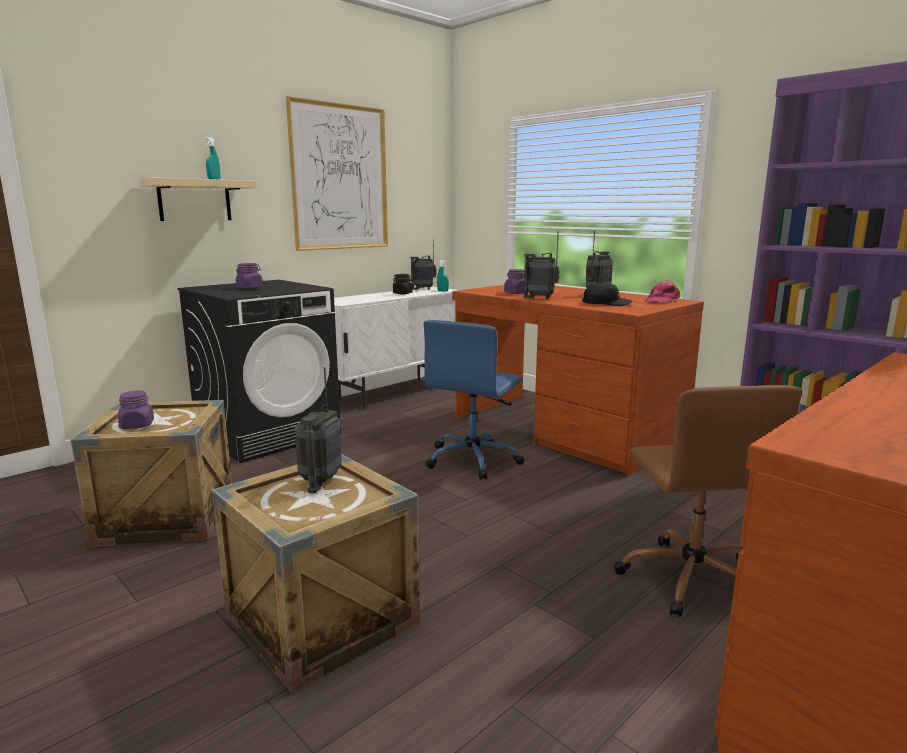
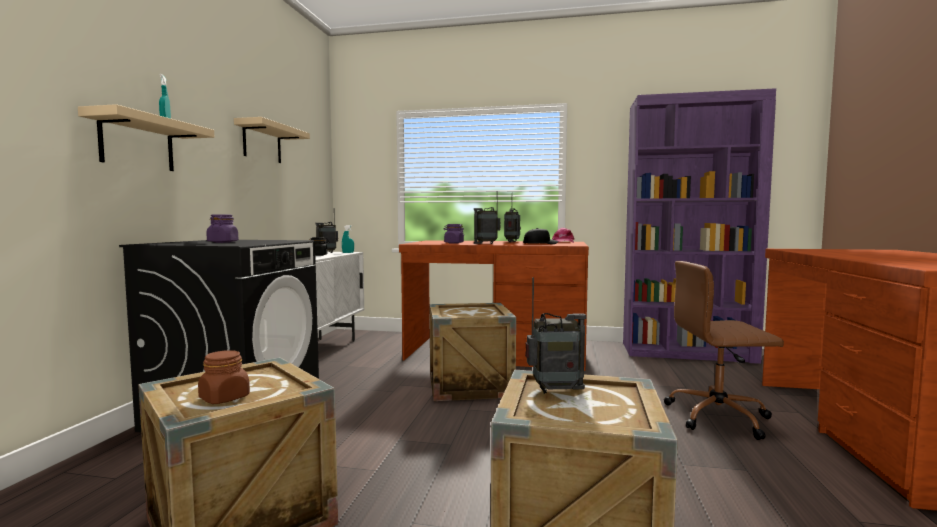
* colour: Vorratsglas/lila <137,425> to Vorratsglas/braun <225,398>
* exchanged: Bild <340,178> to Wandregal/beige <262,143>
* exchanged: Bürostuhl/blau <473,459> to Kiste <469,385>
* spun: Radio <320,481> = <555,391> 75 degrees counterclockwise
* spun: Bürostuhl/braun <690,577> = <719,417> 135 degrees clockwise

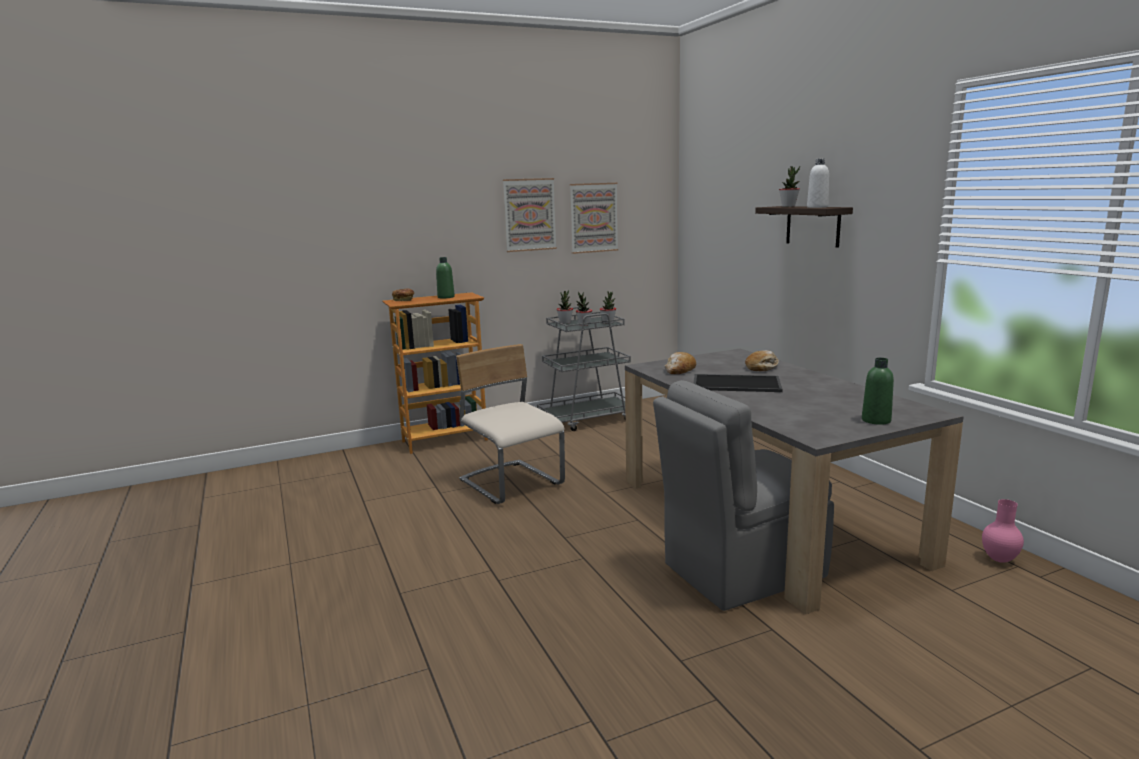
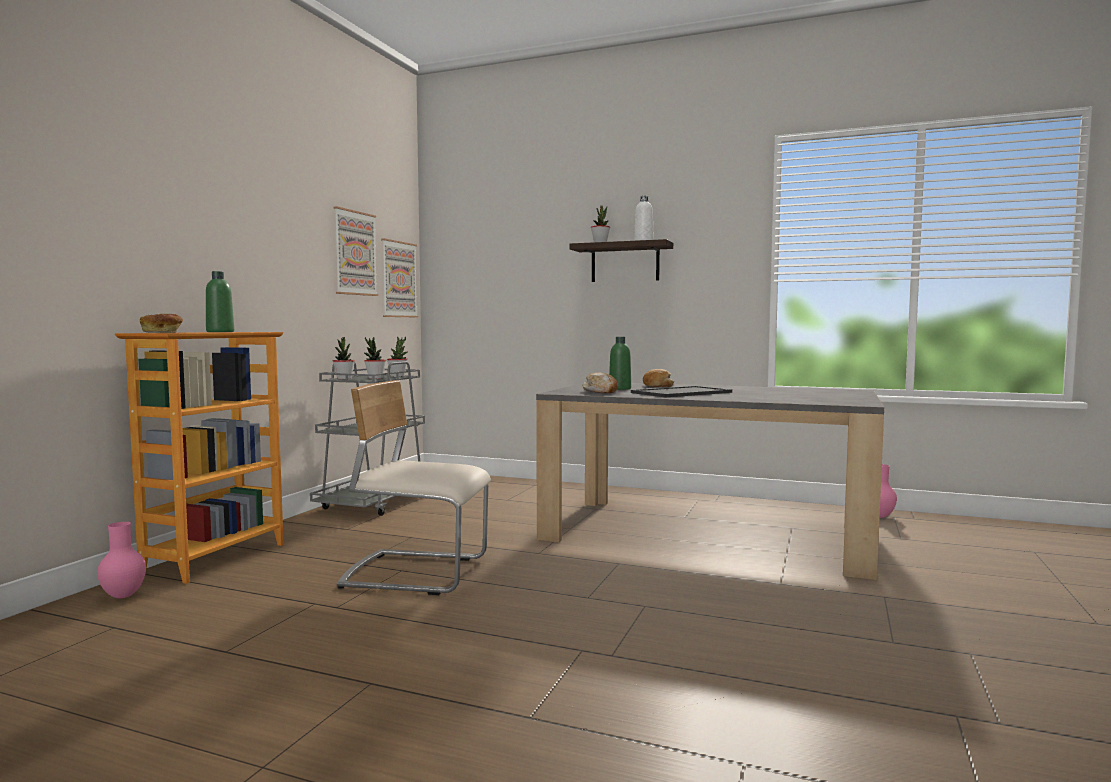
* appeared: Vase/rosa <122,596>
* relocated: Bild <529,215> to <398,279>
* relocated: Flasche/grün <876,420> to <620,388>
* missing: Stuhl/grau <740,571>

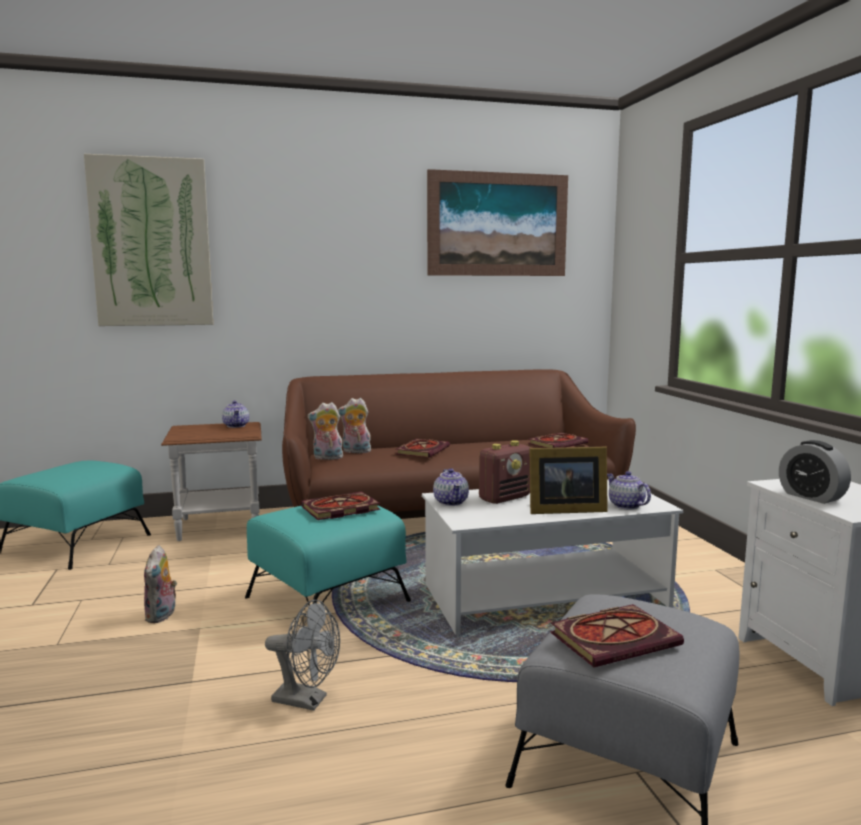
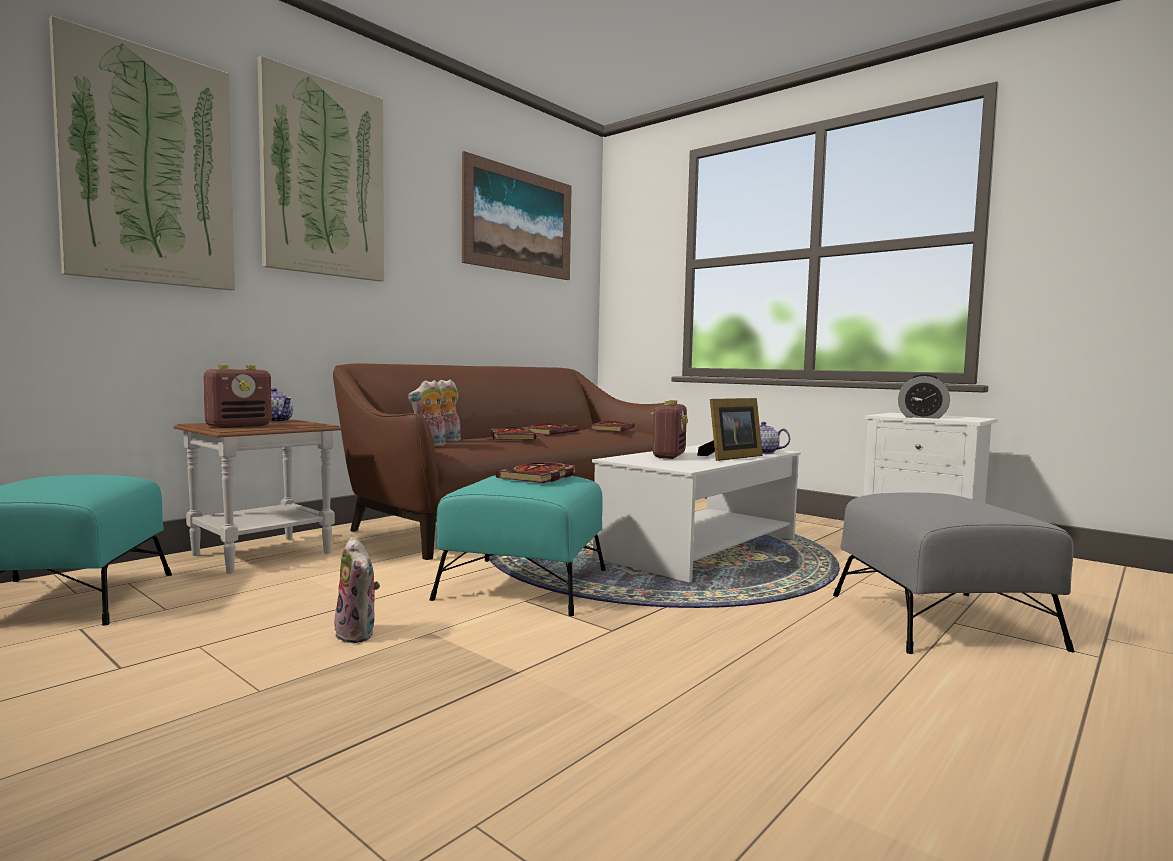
* appeared: Radio <239,426>
* appeared: Bild <323,178>
* relocated: Buch <615,638> to <550,432>
* missing: Ventilator/grau <307,700>
* missing: Teekanne <451,502>

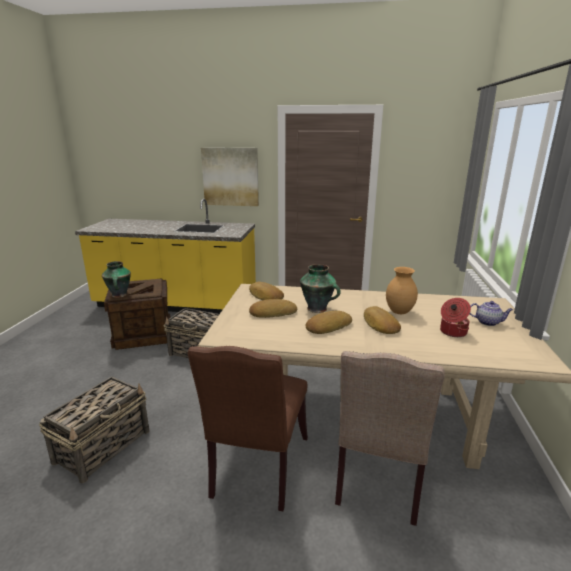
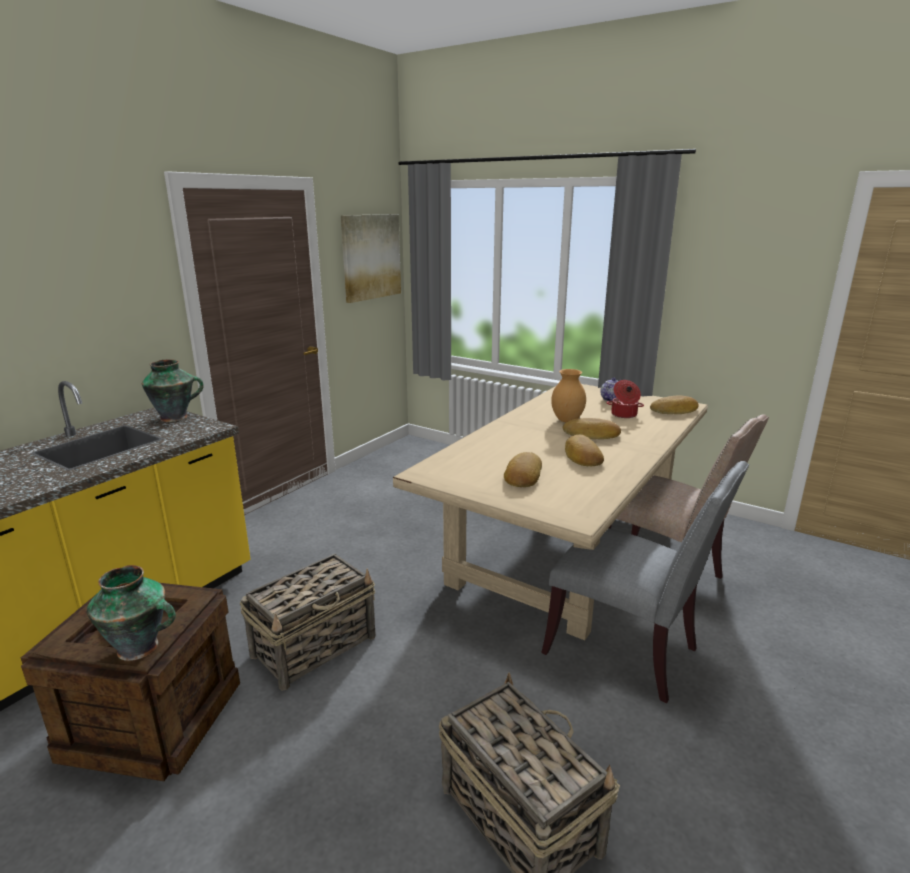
* relocated: Vase <318,309> to <175,417>
* relocated: Bild <230,177> to <371,257>
* colour: Stuhl/braun <257,469> to Stuhl/grau <628,651>
* relocated: Brot <265,296> to <674,410>

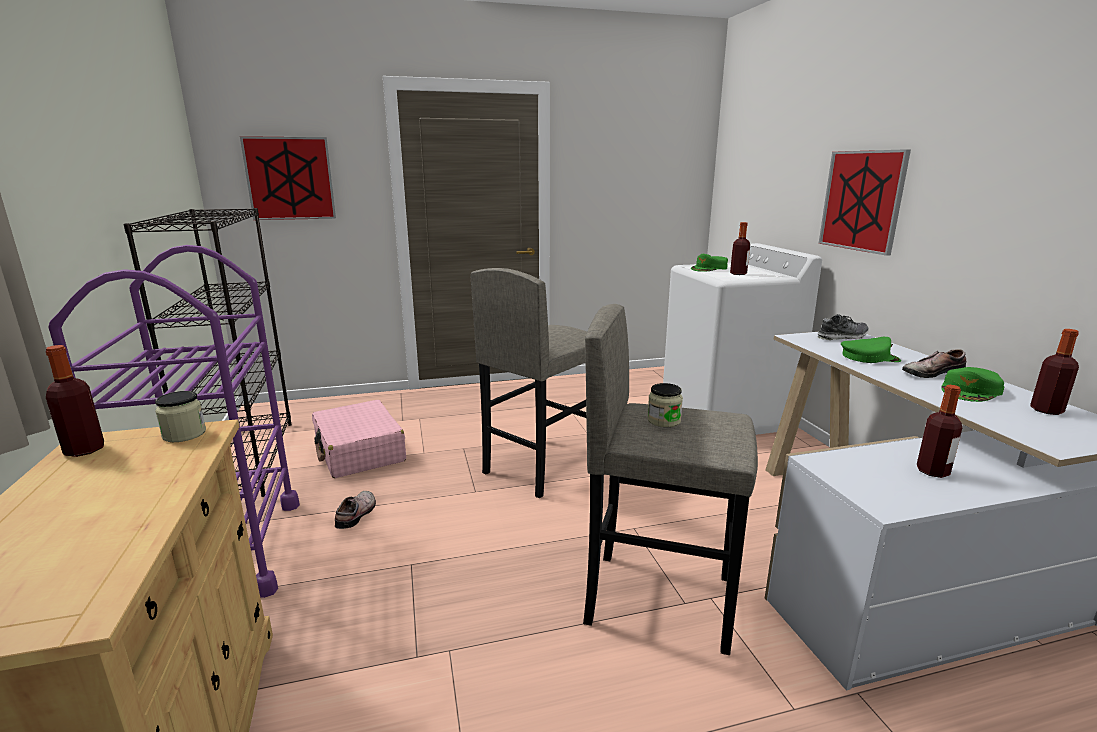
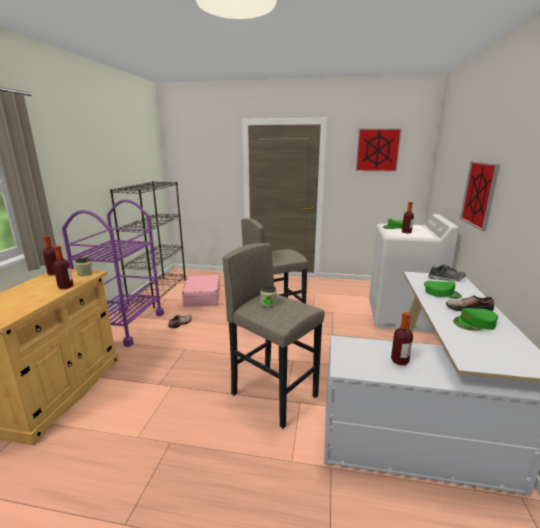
* relocated: Flasche <1046,410> to <66,287>
* relocated: Bild <290,178> to <377,150>

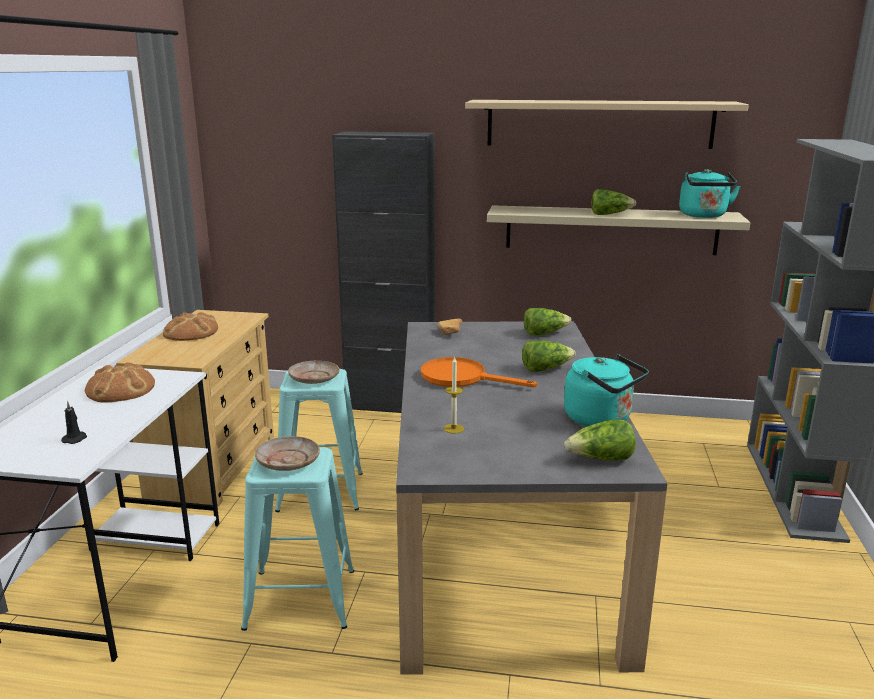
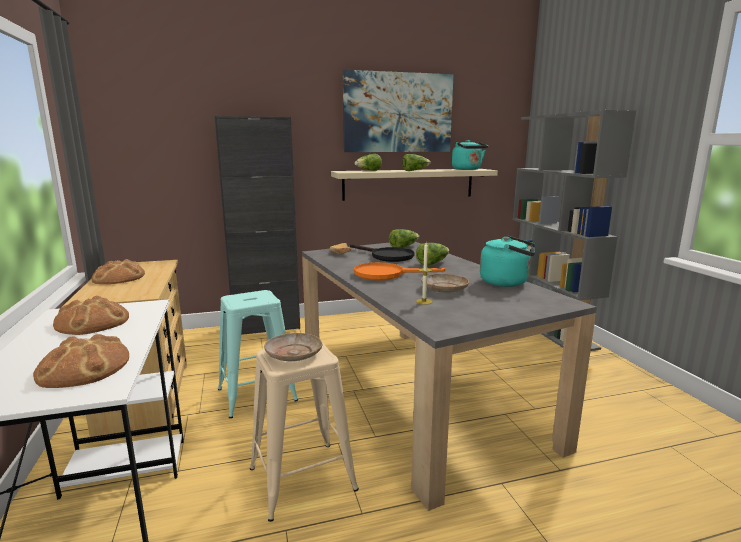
* exchanged: Kerze/schwarz <75,439> to Brot <83,367>
* colour: Hocker/türkis <300,599> to Hocker/beige <302,479>
* exchanged: Wandregal/beige <599,124> to Bild <398,113>
* appeared: Pfanne/schwarz <387,256>
* relocated: Salatkopf <601,459> to <368,171>
* relocated: Teller/beige <314,378> to <444,289>

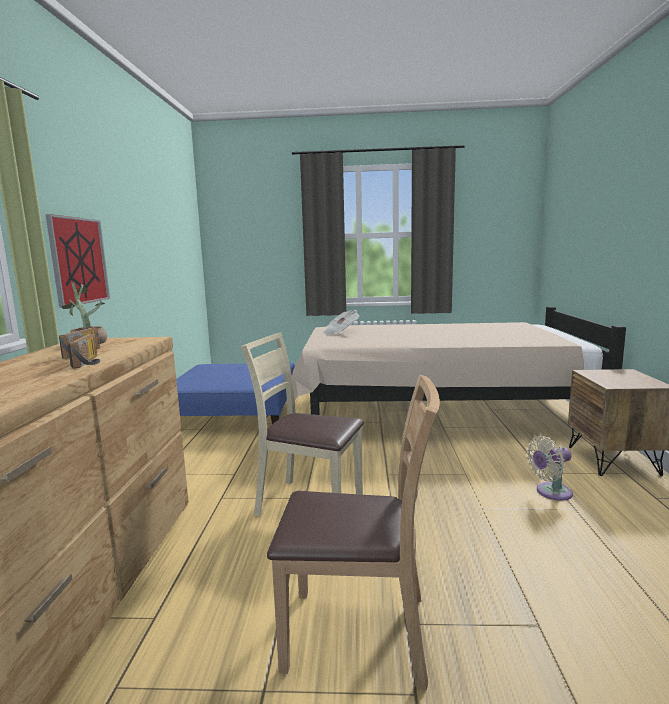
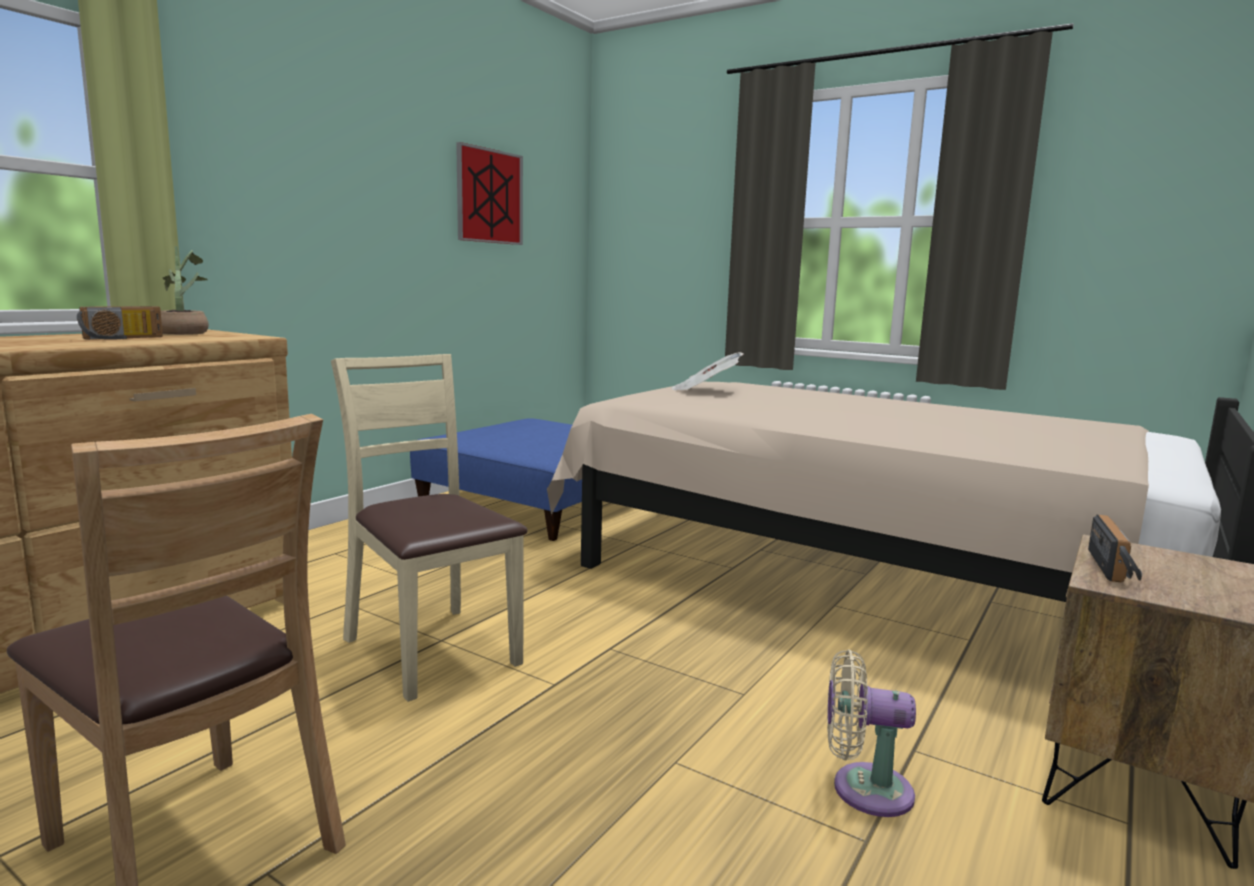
* relocated: Bild <79,261> to <489,196>
* relocated: Radio <90,362> to <1116,569>

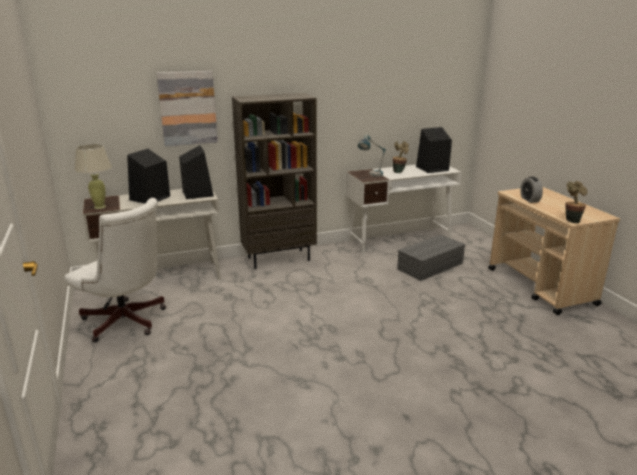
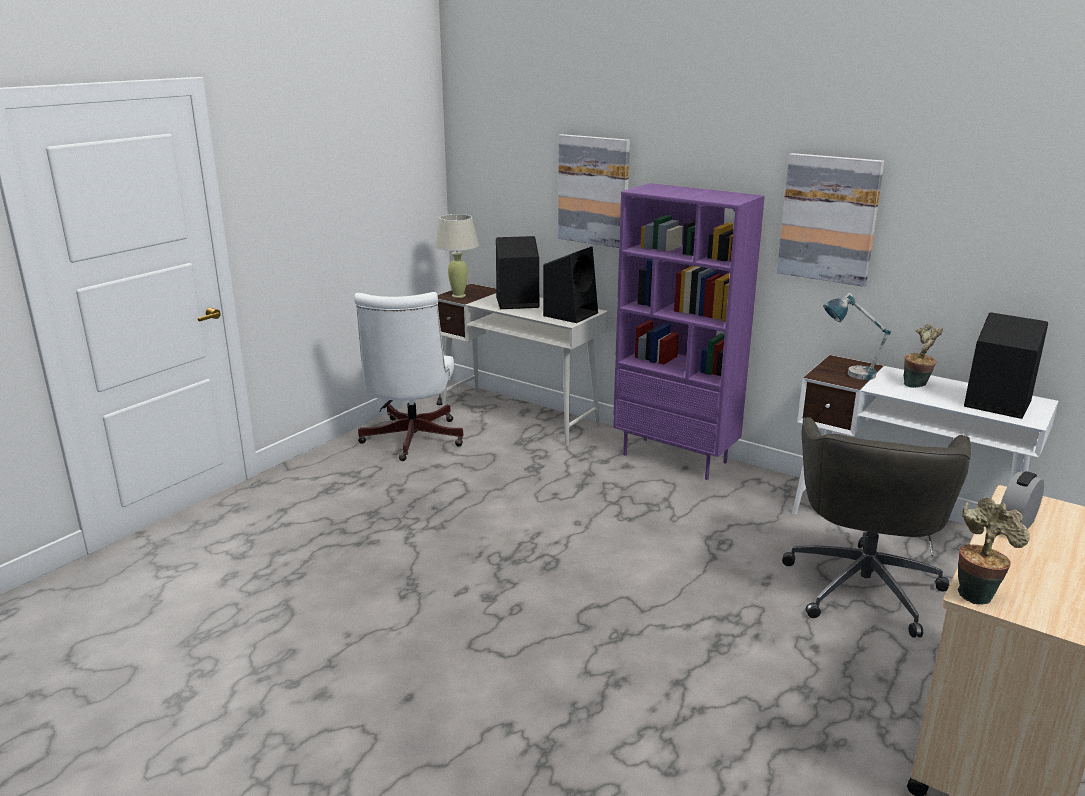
* colour: Bücherregal/braun <279,258> to Bücherregal/lila <676,458>
* appeared: Bild <829,219>
* exchanged: Aufbewahrungsbox/grau <430,267> to Bürostuhl/grau <863,585>

